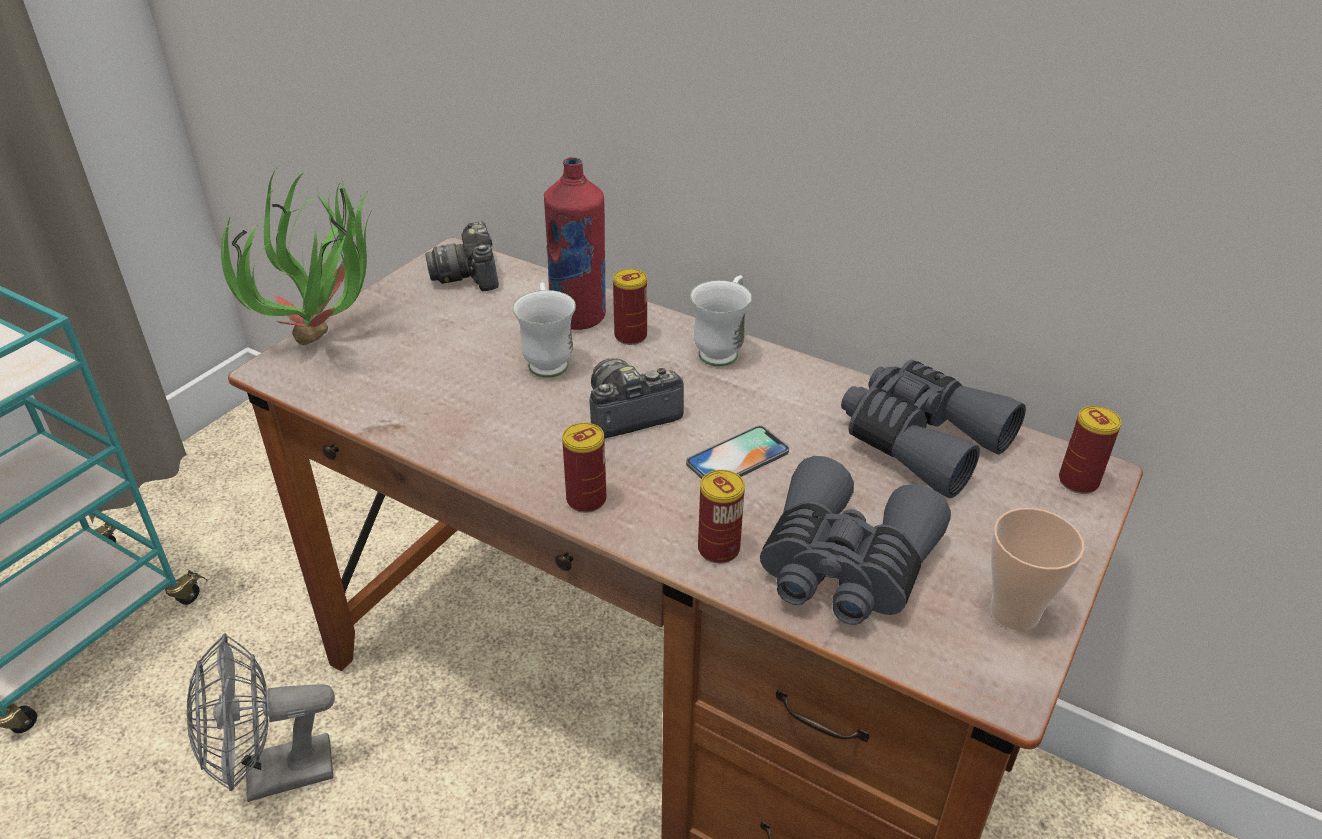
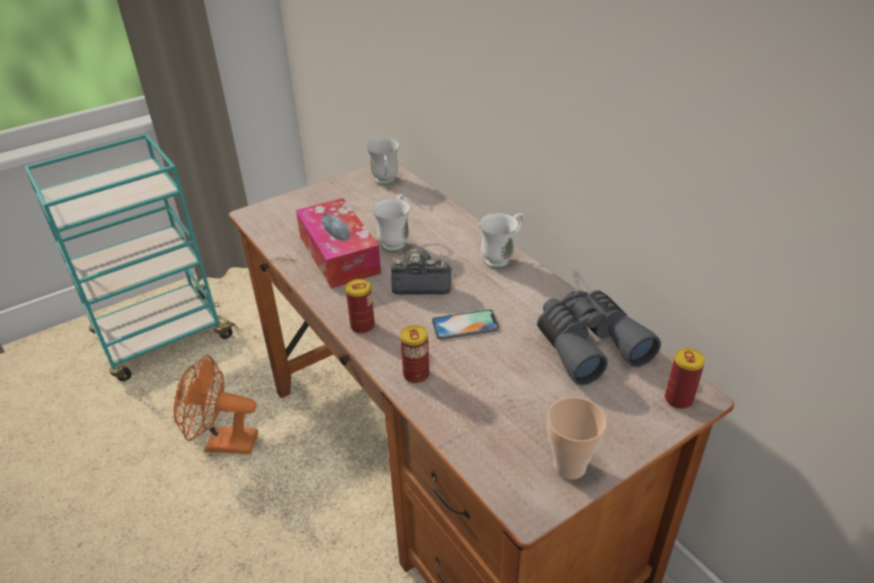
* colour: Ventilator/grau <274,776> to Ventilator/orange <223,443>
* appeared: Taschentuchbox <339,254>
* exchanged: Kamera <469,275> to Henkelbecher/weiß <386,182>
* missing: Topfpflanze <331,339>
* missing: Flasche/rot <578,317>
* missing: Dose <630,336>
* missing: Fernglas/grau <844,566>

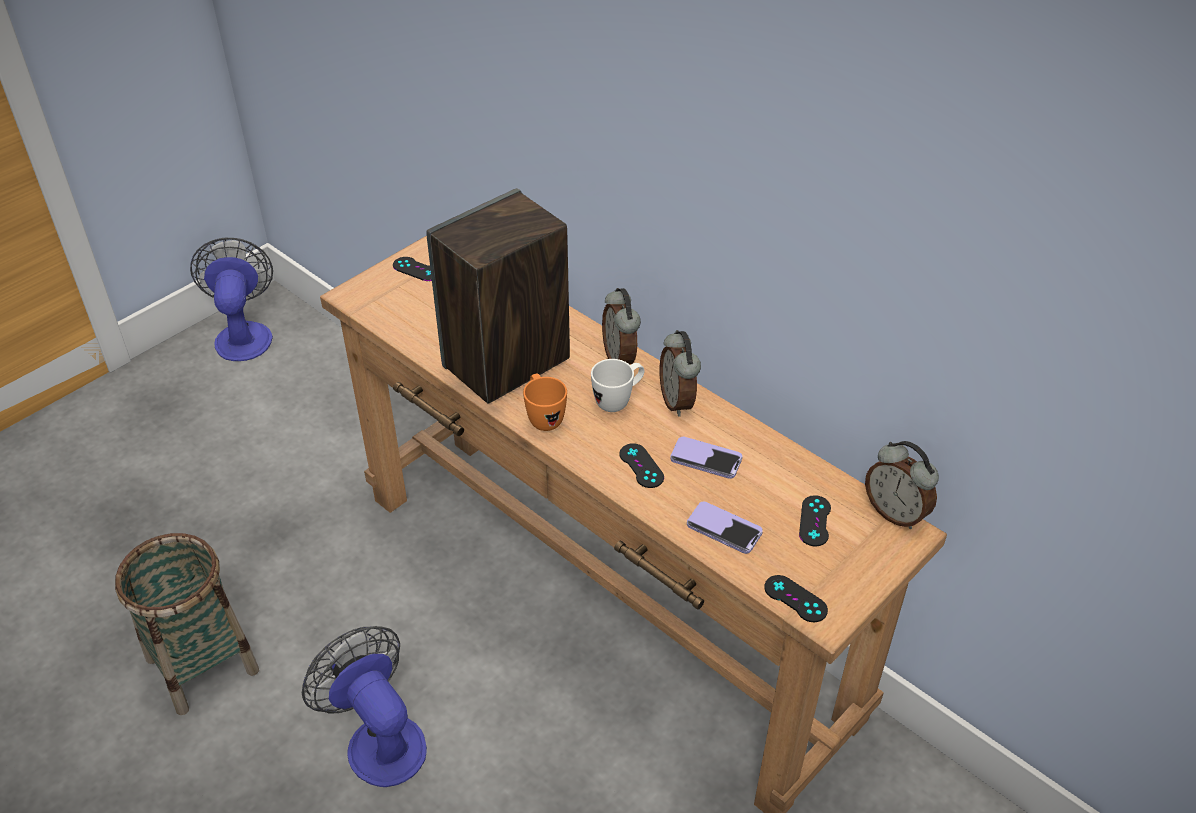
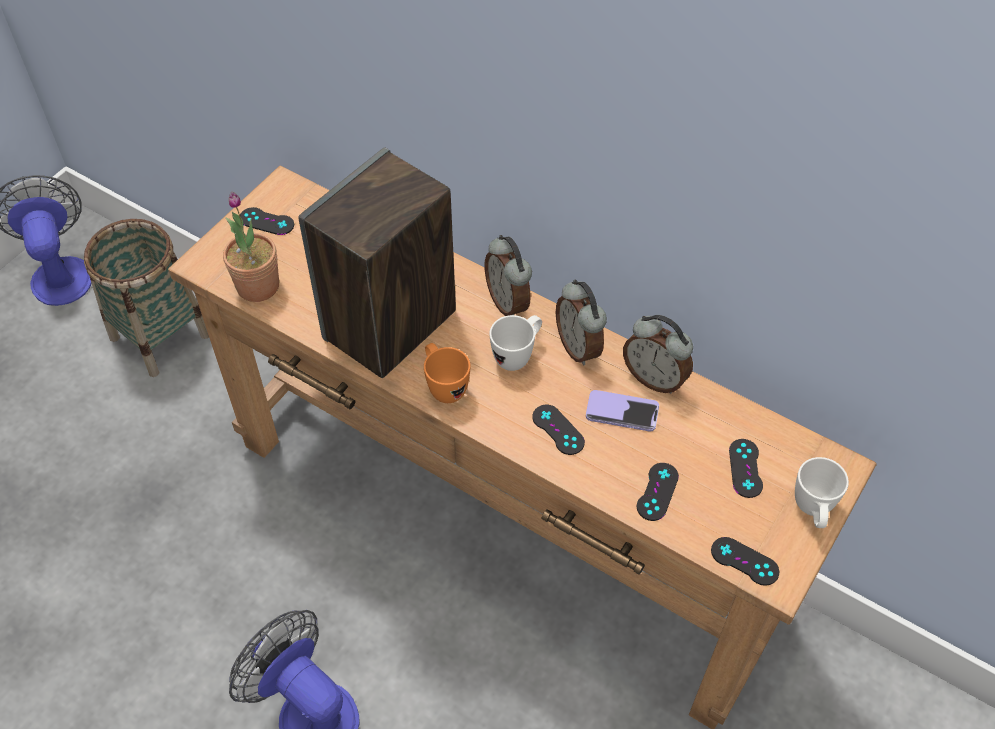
* relocated: Korb <202,665> to <159,336>
* appeared: Topfpflanze <258,286>
* relocated: Wecker <895,513> to <655,378>
* exchanged: Handy <724,529> to Gamepad/schwarz <657,492>
* appeared: Henkelbecher/weiß <813,511>

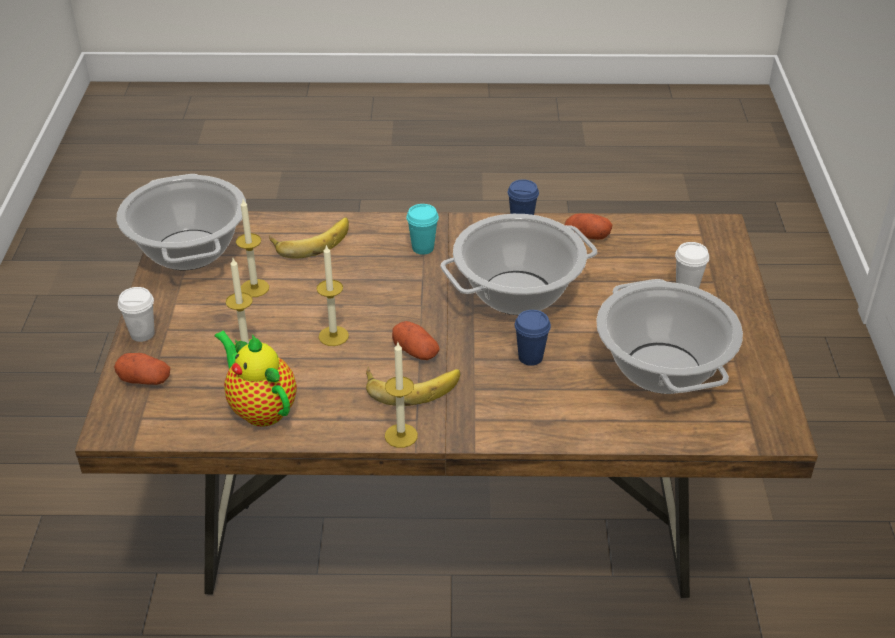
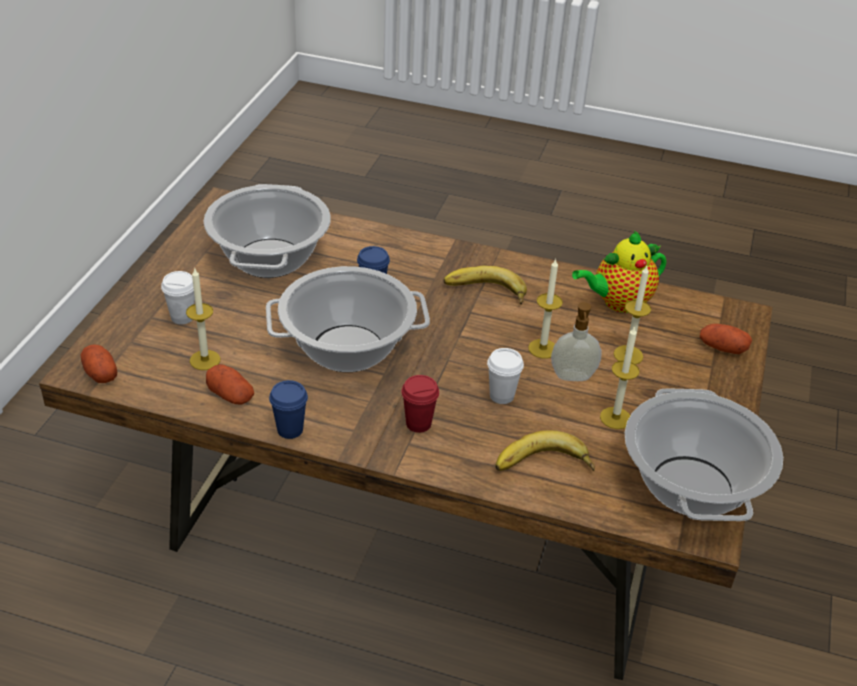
* relocated: Kartoffel <415,351> to <100,373>
* relocated: Kerze <401,435> to <205,360>
* colour: Tasse/türkis <423,248> to Tasse/rot <418,424>
* relocated: Tasse/weiß <142,334> to <501,396>
* appeared: Seifenspender <573,377>
* spun: Teekanne <260,408> = <618,302> 90 degrees clockwise

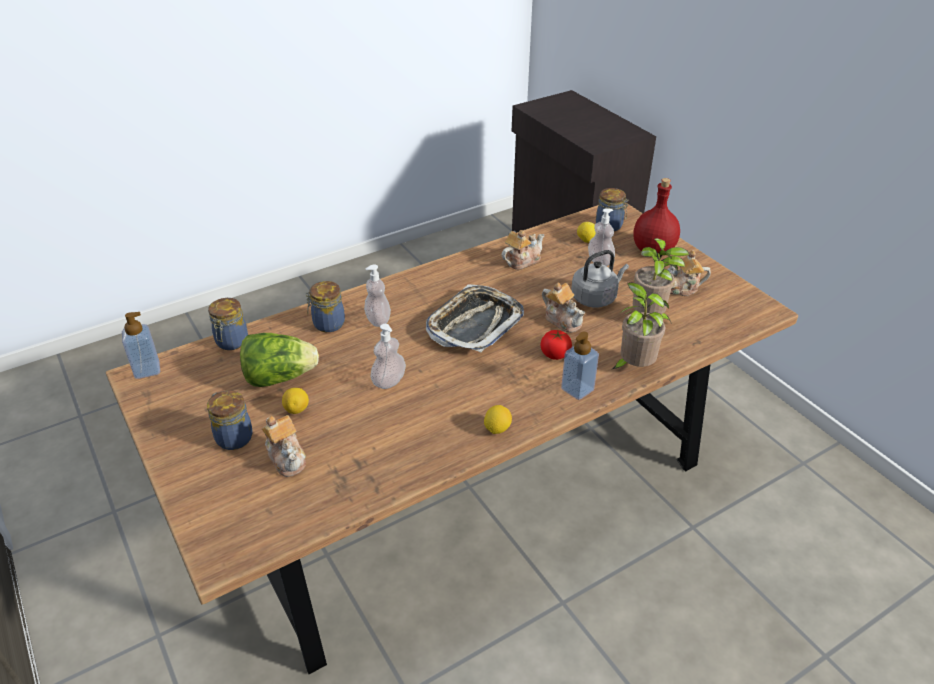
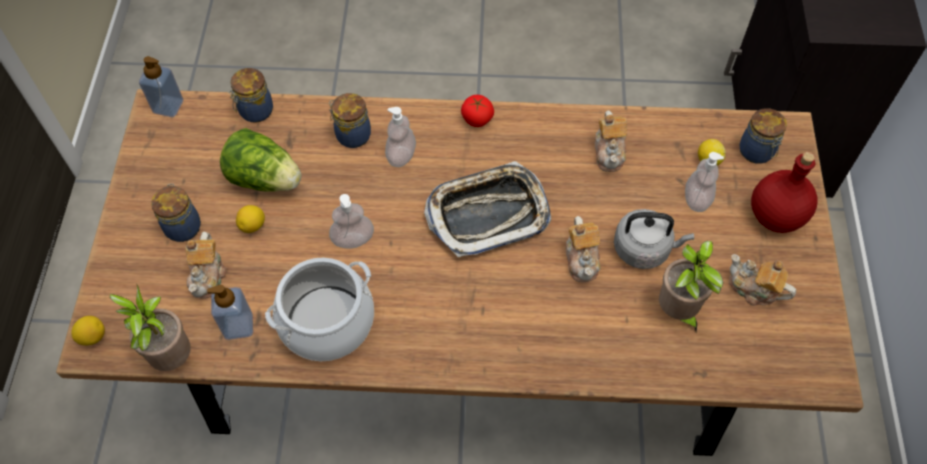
* relocated: Zitrone <497,429> to <93,336>
* relocated: Topfpflanze <633,367> to <171,356>
* relocated: Seifenspender <577,389> to <238,326>
* appeared: Kochtopf <327,322>
* relocated: Tomate <555,354> to <477,119>
* spun: Teekanne <521,260> = <609,152> 90 degrees clockwise

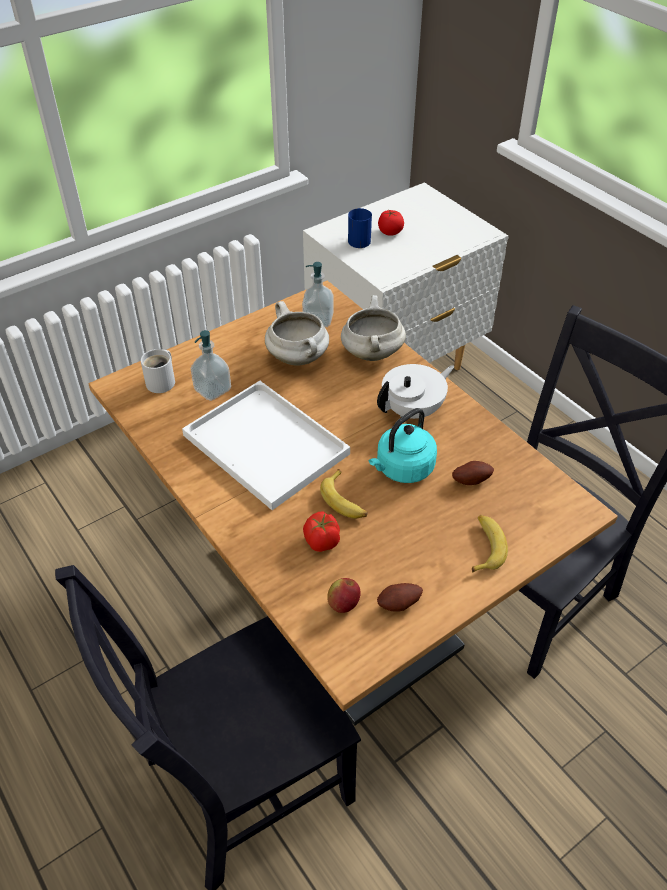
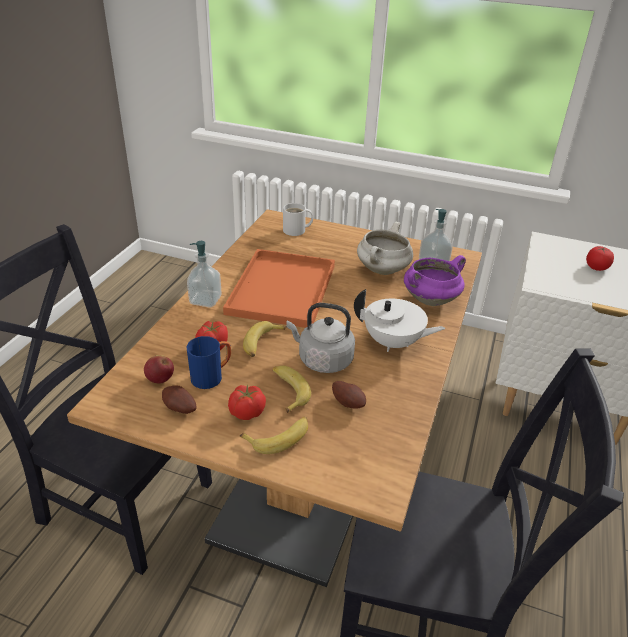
* relocated: Seifenspender <212,390> to <205,300>
* relocated: Henkelbecher/blau <358,239> to <212,376>
* colour: Tablett/weiß <262,444> to Tablett/orange <281,287>
* appeared: Tomate <247,413>
* appeared: Banane <288,391>
* colour: Wasserkessel/türkis <402,469> to Wasserkessel/grau <322,360>
* colour: Kochtopf/weiß <371,353> to Kochtopf/lila <430,299>

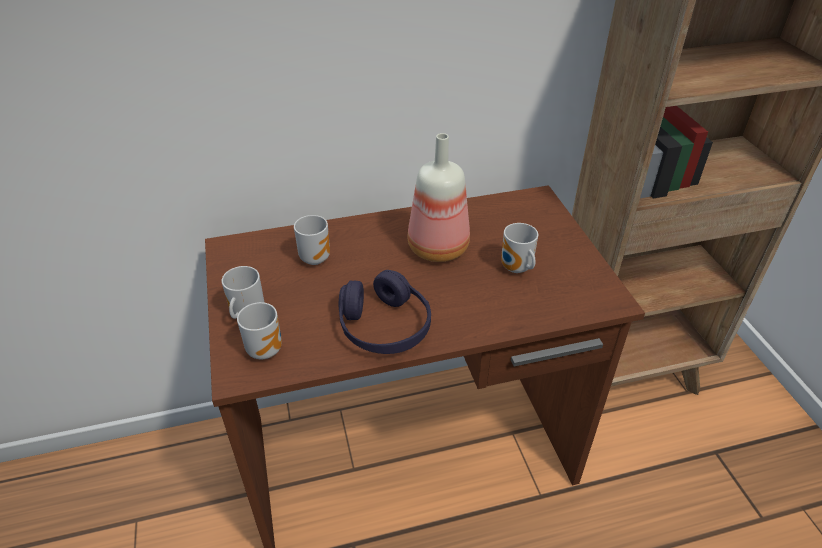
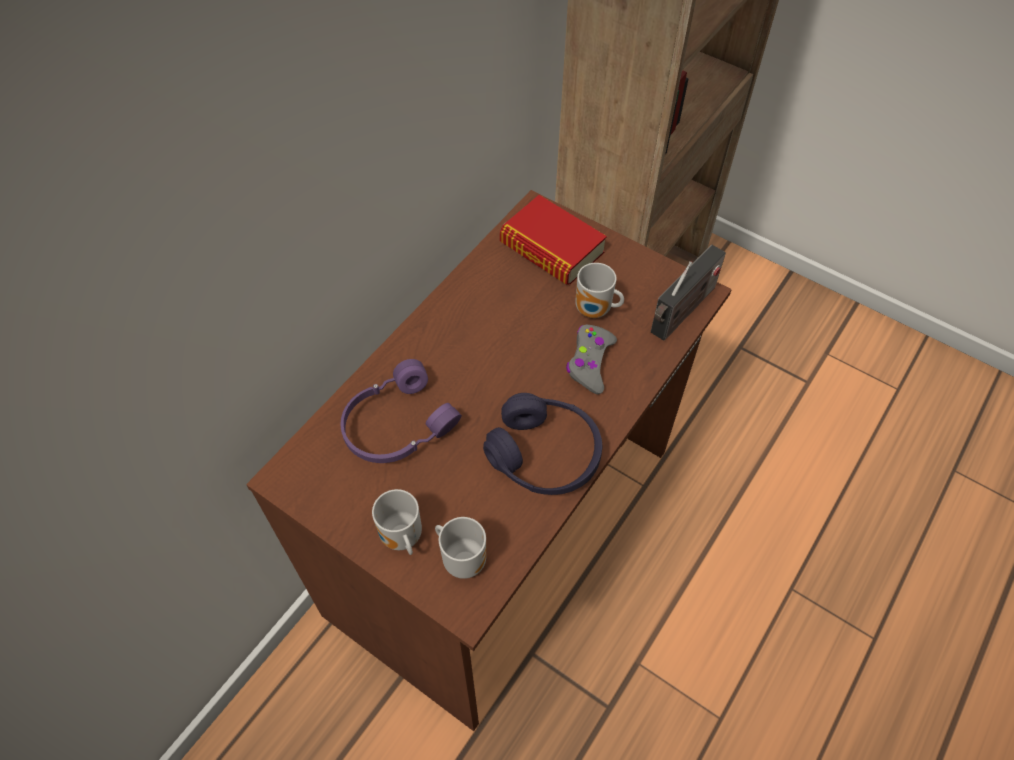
* exchanged: Henkelbecher <315,257> to Kopfhörer/lila <396,424>
* appeared: Buch <551,248>
* appeared: Gamepad/grau <590,363>
* appeared: Radio <681,313>
* missing: Flasche <439,249>

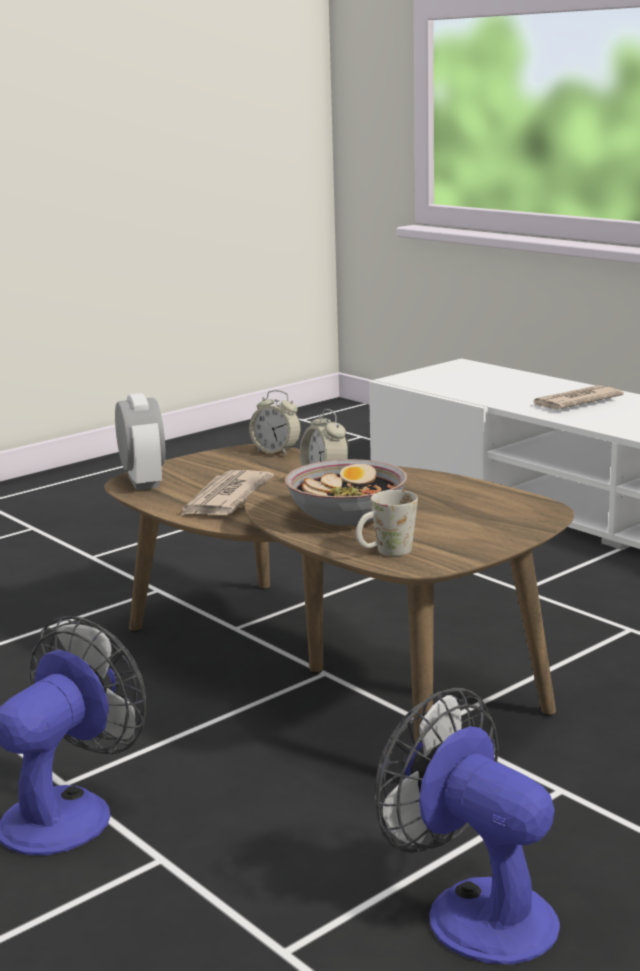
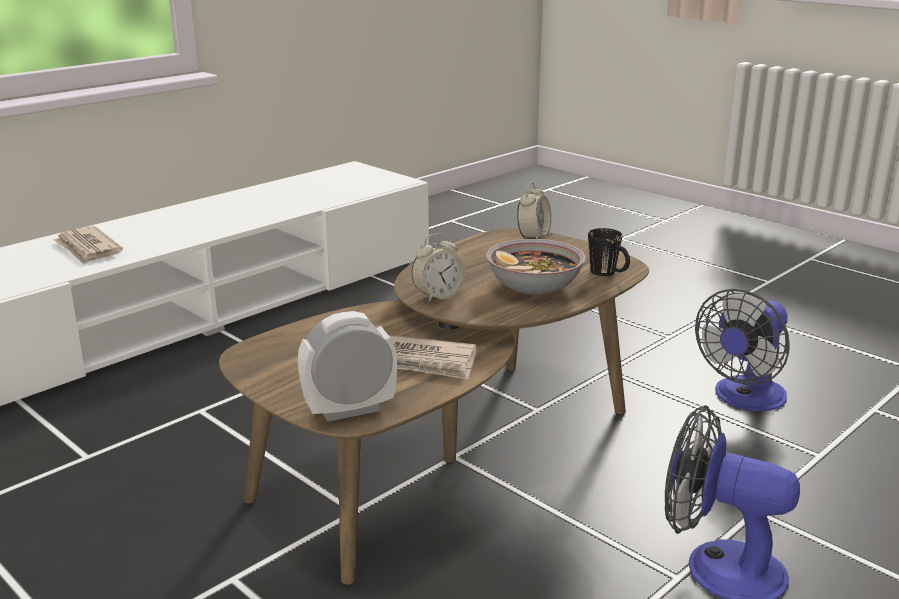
* relocated: Wecker <276,452> to <533,237>
* colour: Henkelbecher/weiß <385,553> to Henkelbecher/schwarz <609,274>

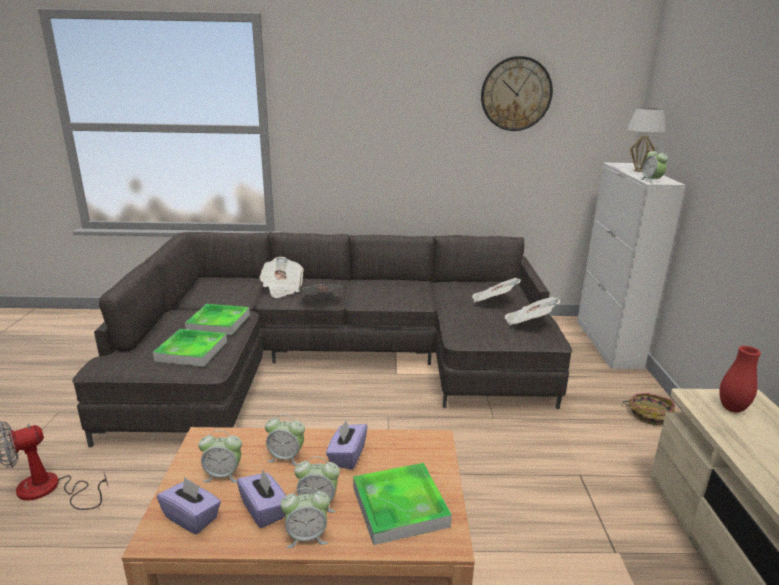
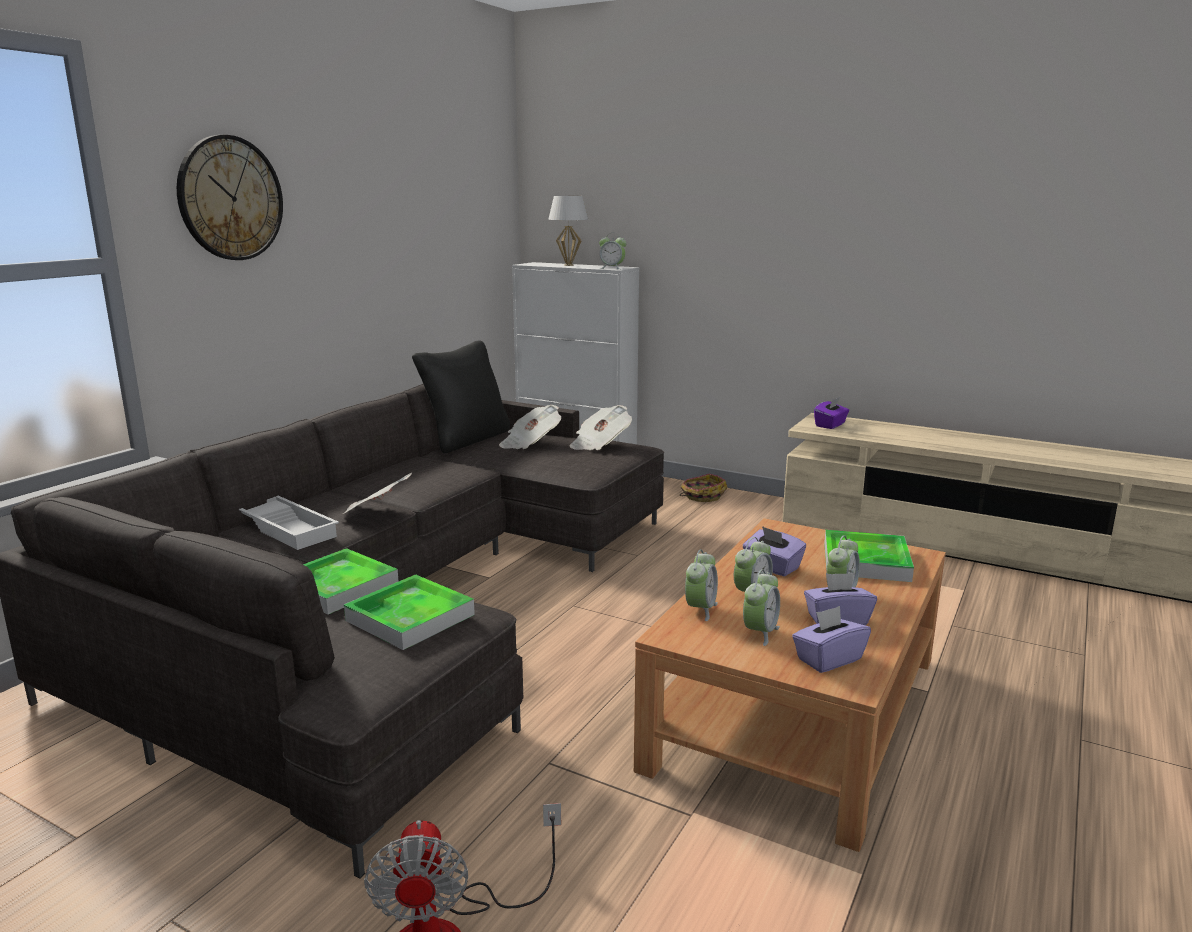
* relocated: Wanduhr <516,94> to <230,198>
* exchanged: Zeitung <282,289> to Tablett/weiß <289,528>
* appeared: Kissen/schwarz <466,440>
* relocated: Wecker <307,536> to <700,609>
* exchanged: Vase/rot <732,408> to Taschentuchbox/lila <830,425>

